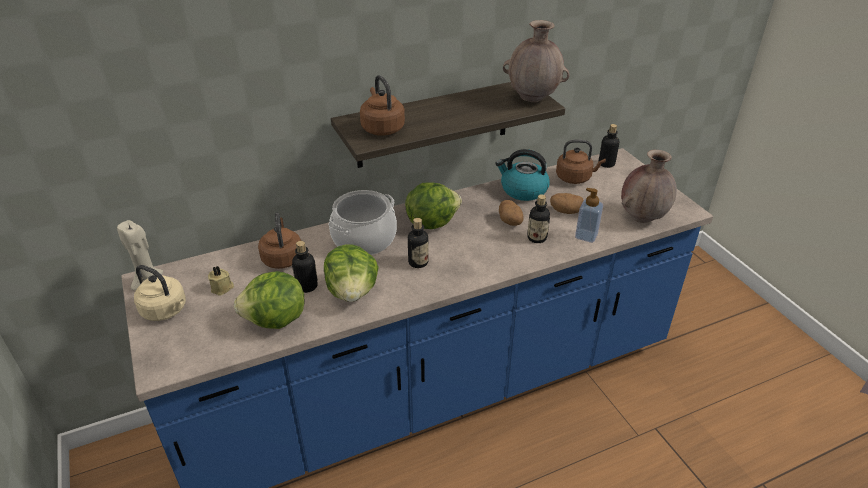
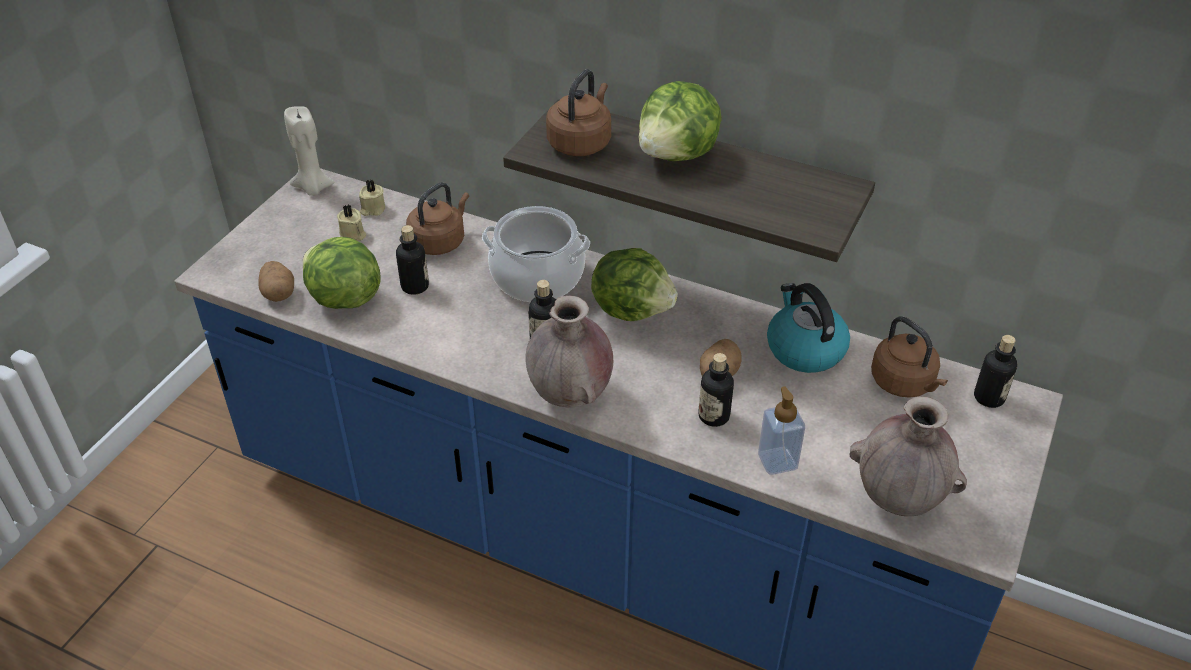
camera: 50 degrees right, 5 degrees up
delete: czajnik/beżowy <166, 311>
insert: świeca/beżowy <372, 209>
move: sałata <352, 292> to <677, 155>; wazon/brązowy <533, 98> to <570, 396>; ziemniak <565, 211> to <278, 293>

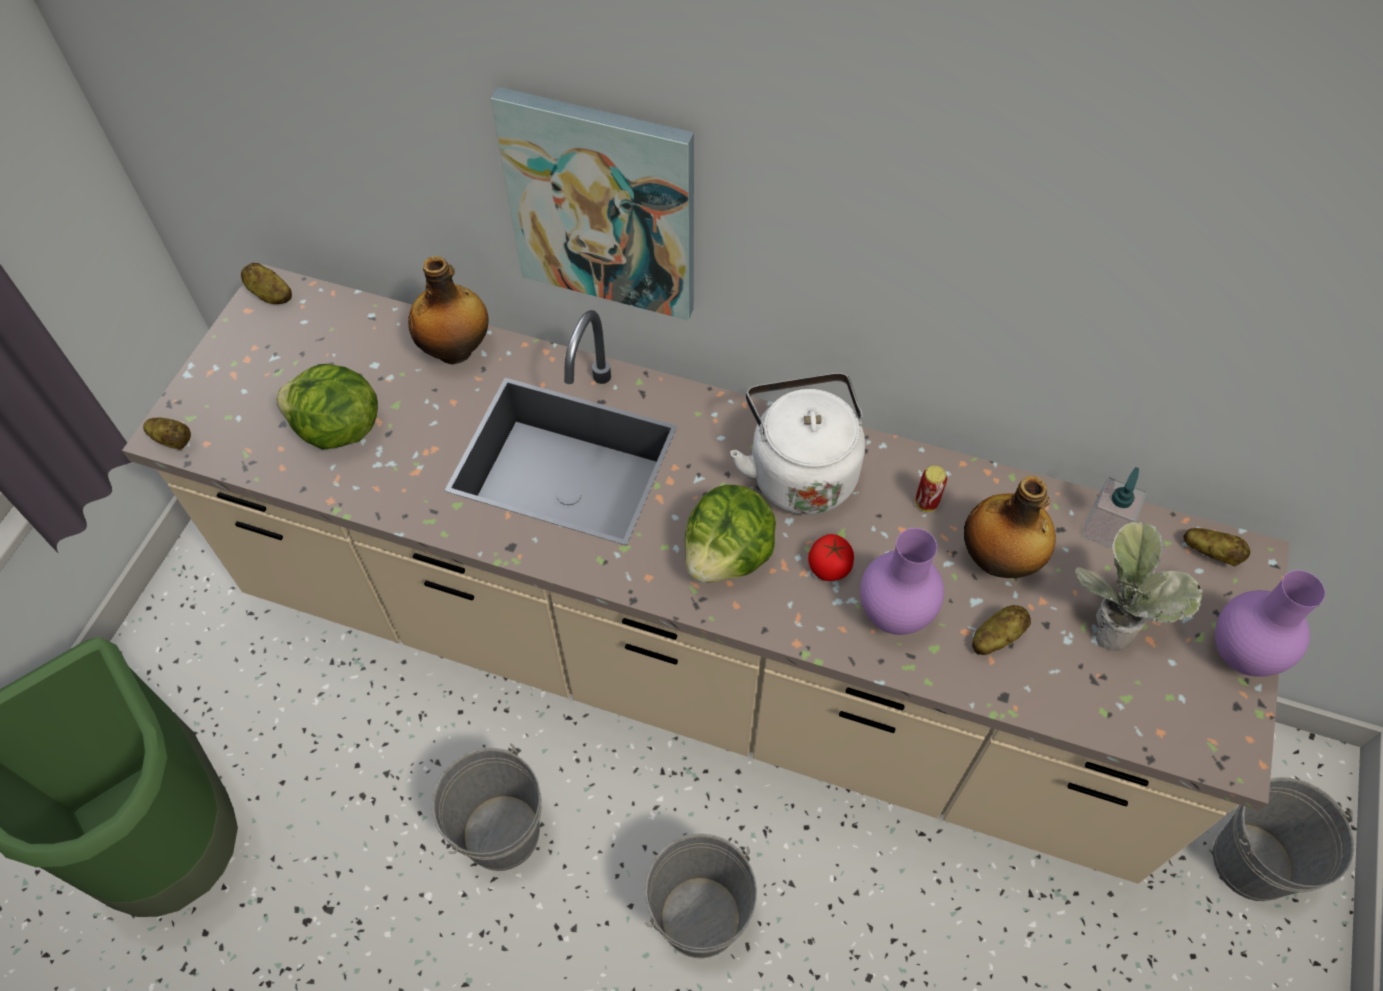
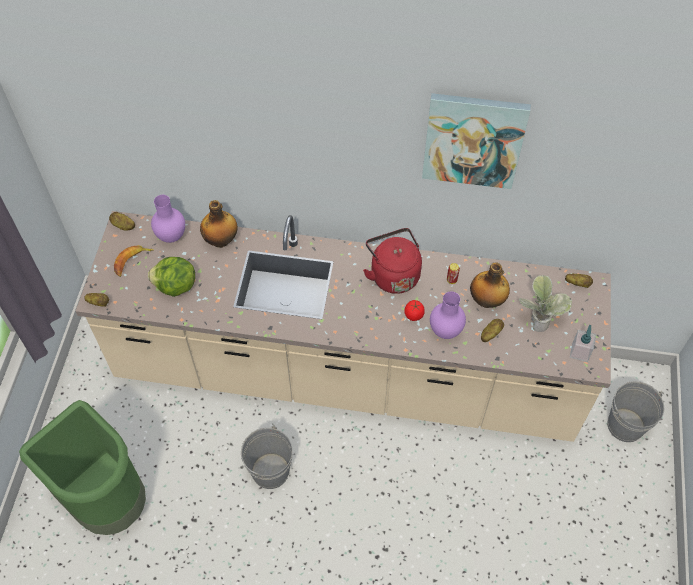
camera: 10 degrees left, 0 degrees up
delete: wiadro/szary <700, 917>; sałata <728, 555>
insert: banan <132, 262>
move: obraz <602, 205> to <473, 140>; dozownik mydła <1104, 528> to <579, 352>; wazon/fioletowy <1238, 654> to <171, 236>
recolor: czajnik/biały <800, 471> to czajnik/czerwony <393, 274>

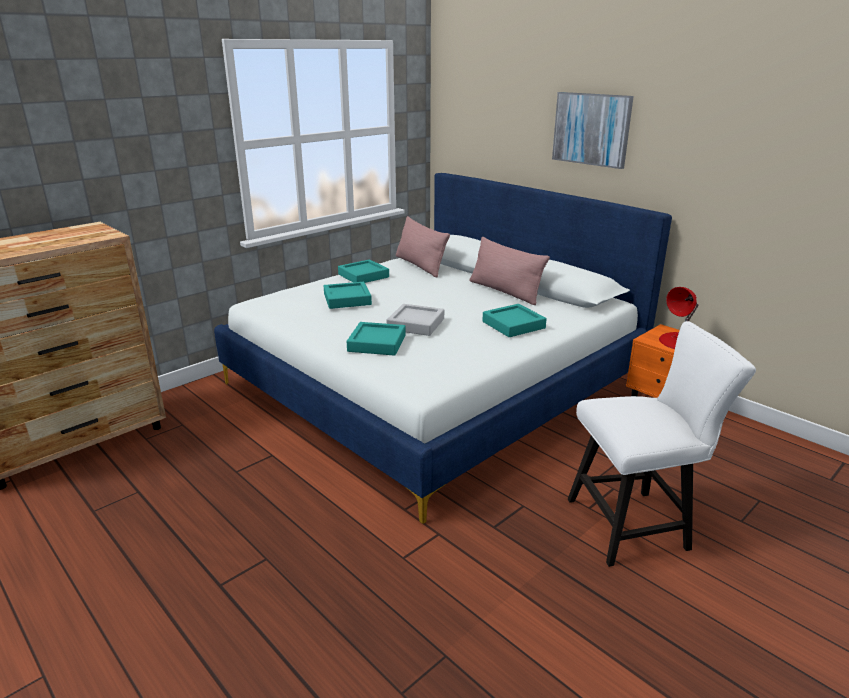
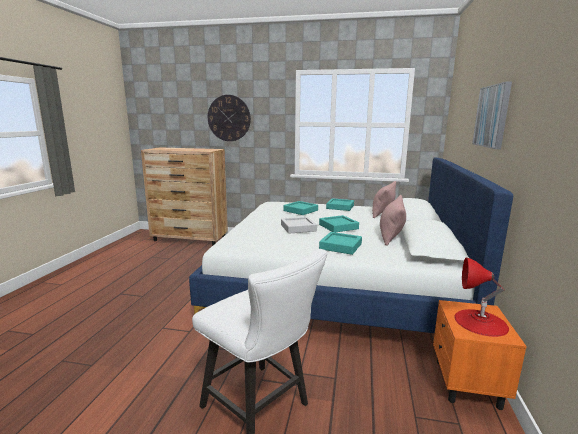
camera: 55 degrees right, 10 degrees down
insert: zegar ścienny <229, 118>
move: taca/turkusowy <377, 343> to <338, 227>

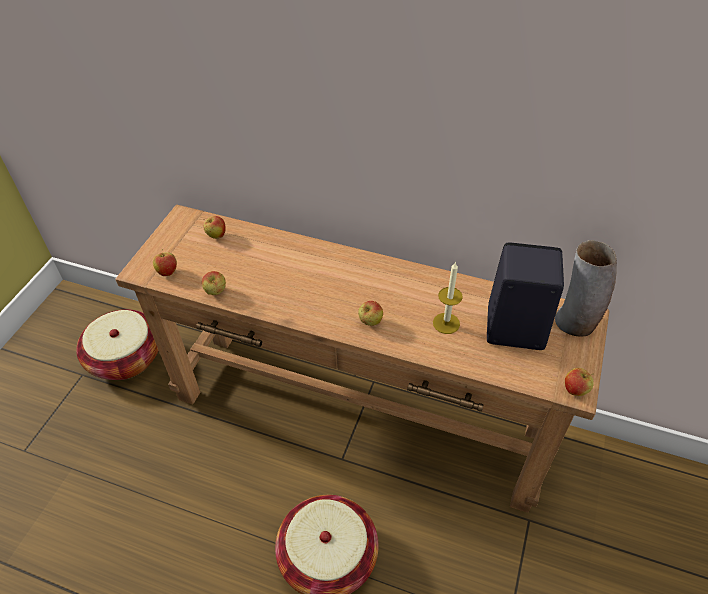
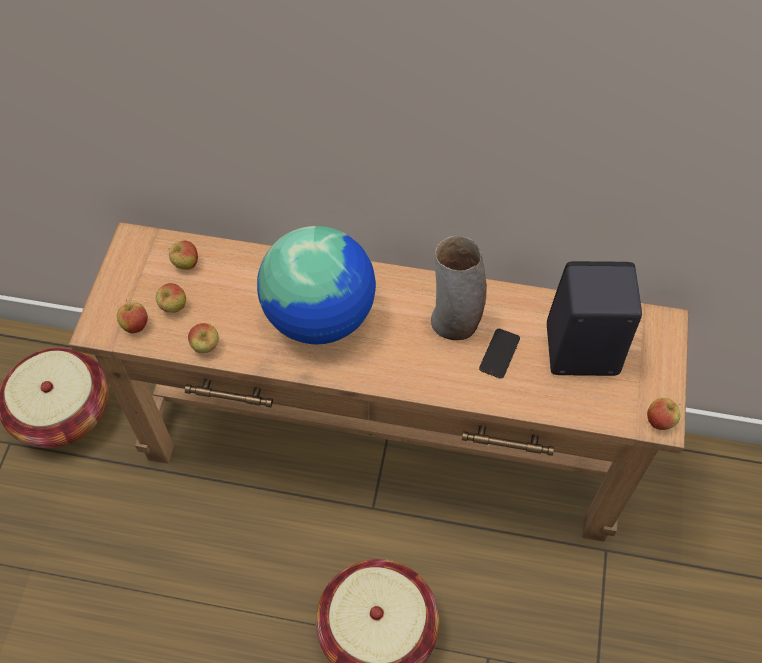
camera: 10 degrees left, 10 degrees up
insert: globus <320, 317>
move: jabłko <370, 322> to <173, 307>; wazon <575, 323> to <455, 323>
replace: świeca <446, 323> to telefon <499, 354>

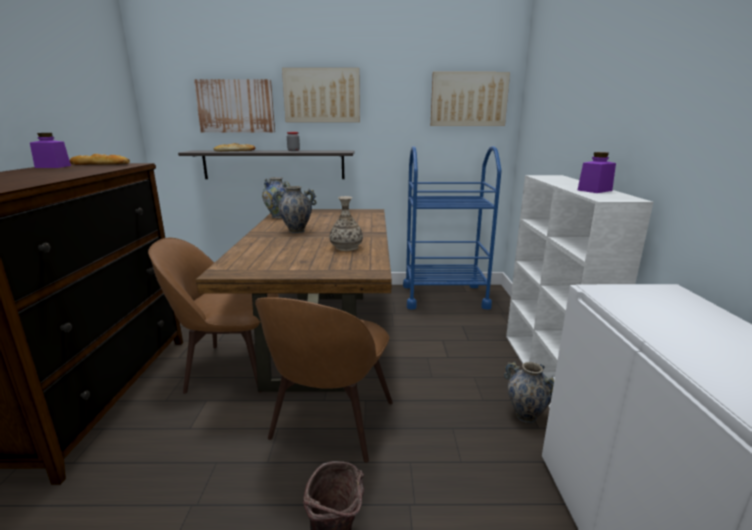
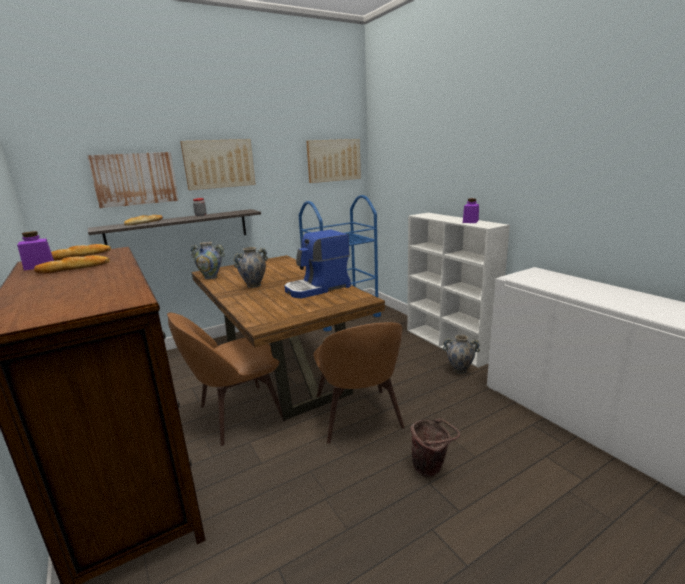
camera: 30 degrees left, 0 degrees up
insert: chleb <74, 268>
replace: wazon <346, 247> to ekspres do kawy <318, 288>

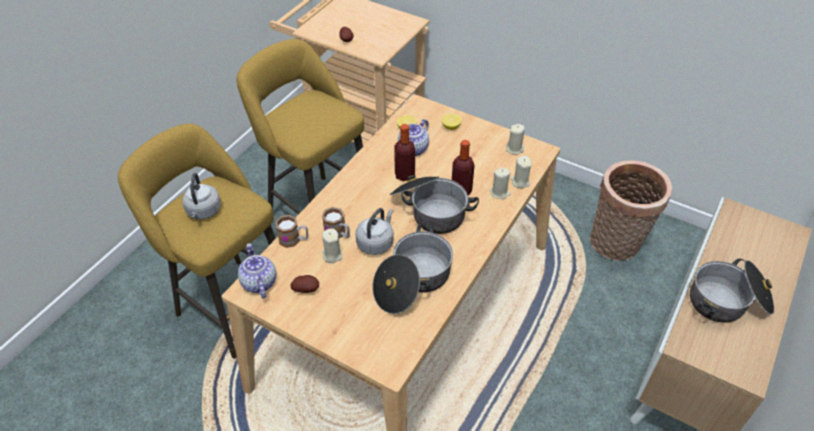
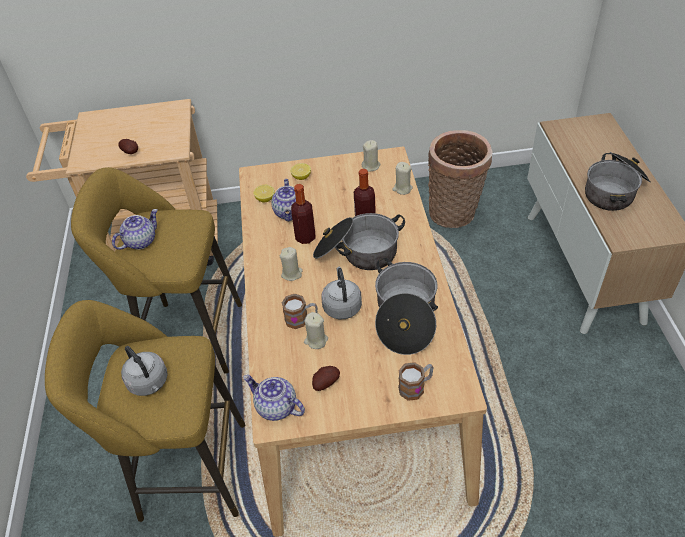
camera: 35 degrees left, 0 degrees up
insert: imbryk <141, 241>
move: kubek <294, 240> to <416, 387>; świeca/beżowy <499, 193> to <292, 274>

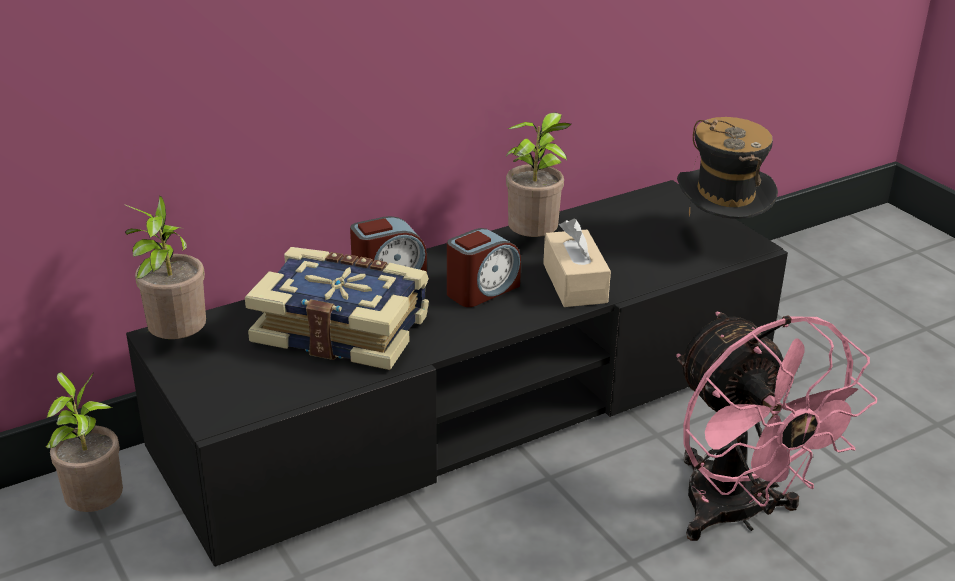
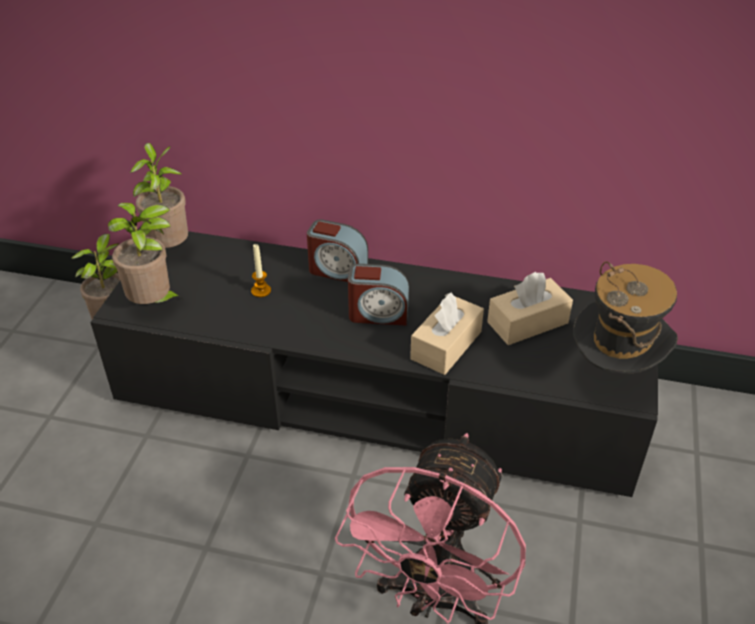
camera: 45 degrees right, 10 degrees up
insert: pudełko chusteczek/beżowy <527, 322>
move: roślina doniczkowa <534, 242> to <154, 304>
replace: książka <342, 328> to świeca <261, 291>

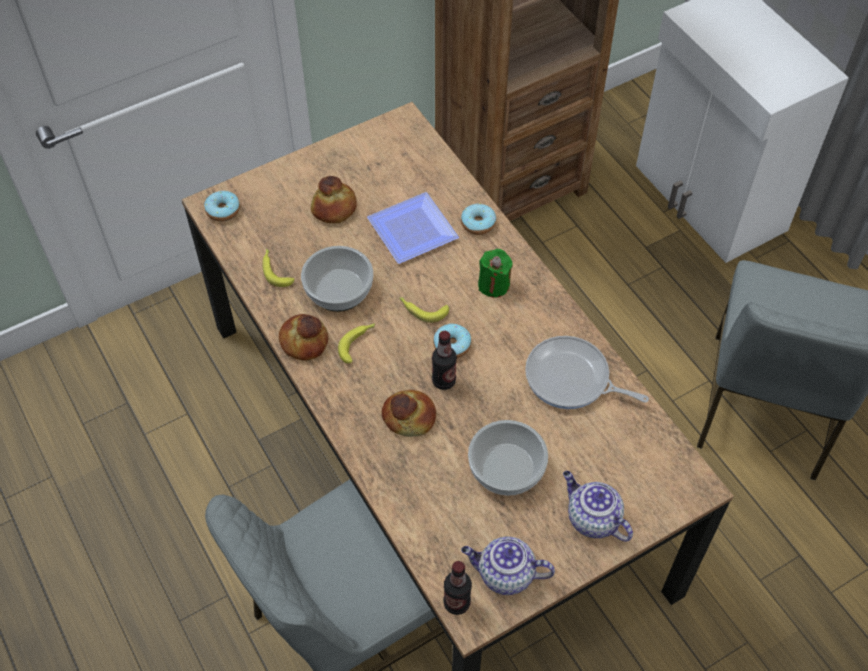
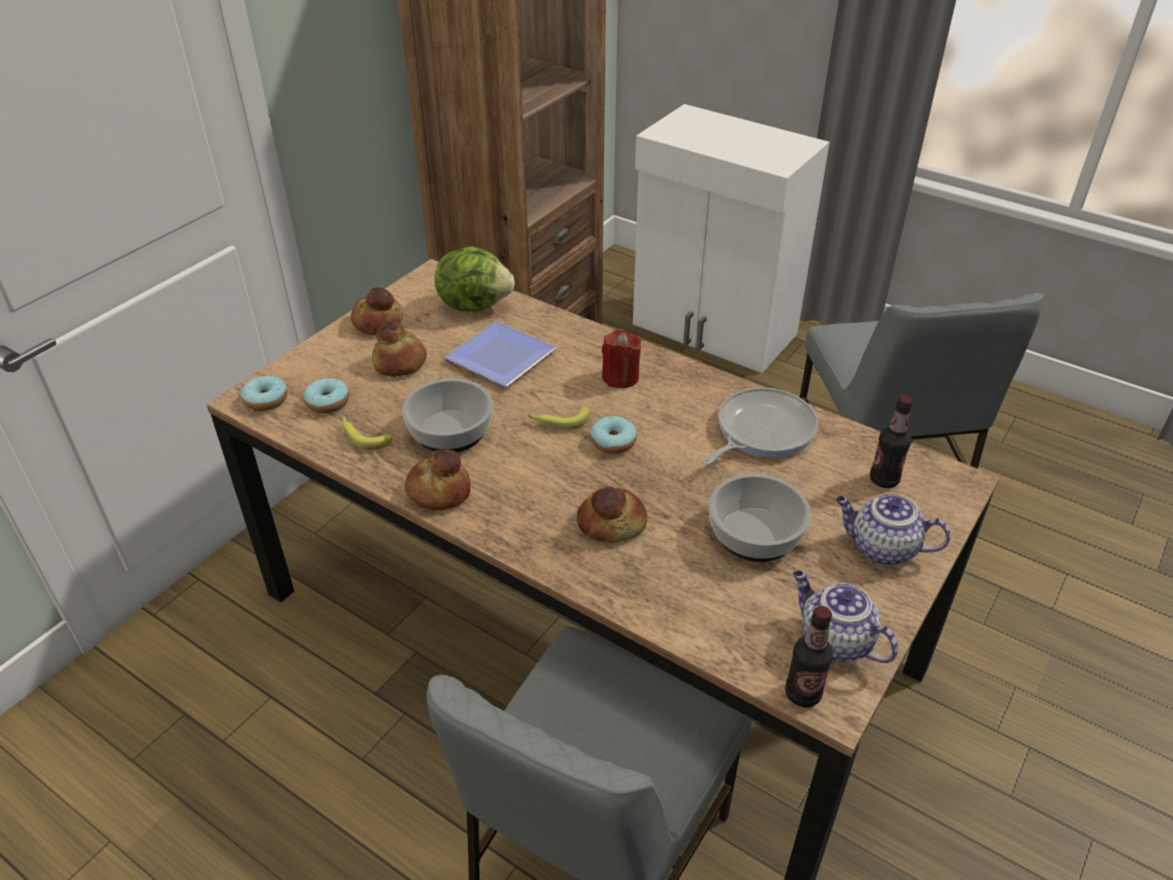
camera: 25 degrees left, 15 degrees down
delete: banan <358, 343>
insert: chleb <377, 322>; sałata <474, 304>
move: butelka <443, 381> to <884, 480>; donut <478, 223> to <328, 402>
recolor: świeca/zielony <494, 285> to świeca/czerwony <620, 377>
rotate: imbryk <504, 574> = <833, 640> 60 degrees clockwise; patelnia <571, 379> = <761, 431> 135 degrees clockwise

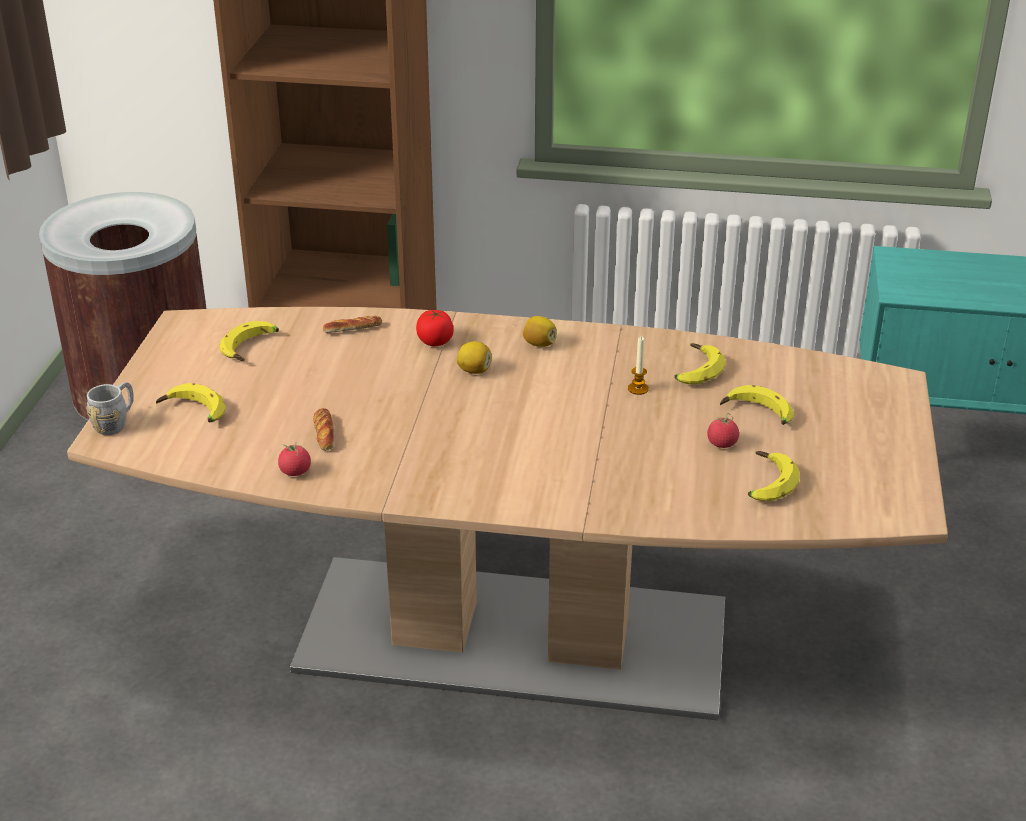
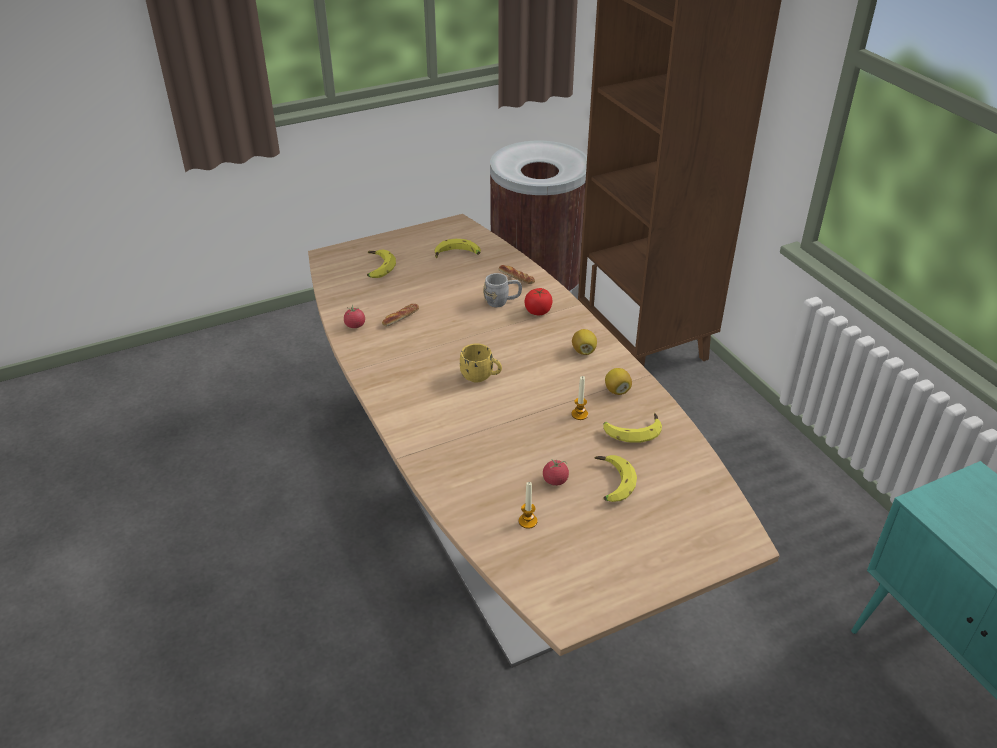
camera: 55 degrees right, 5 degrees up
insert: kubek/żółty <481, 377>
move: kubek/szary <116, 423> to <502, 301>; cytryna <474, 370> to <617, 390>
replace: banan <765, 483> to świeca <528, 521>

